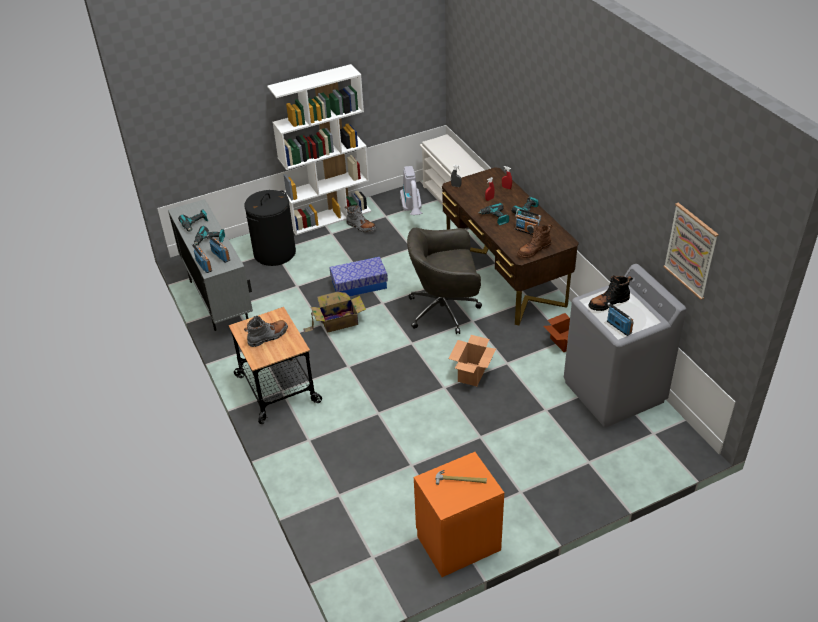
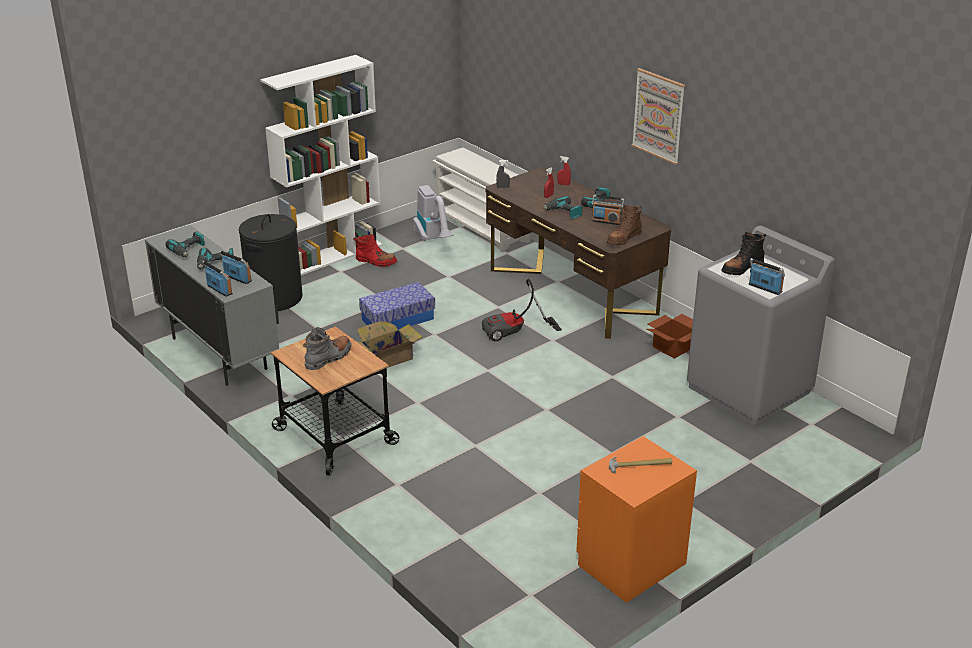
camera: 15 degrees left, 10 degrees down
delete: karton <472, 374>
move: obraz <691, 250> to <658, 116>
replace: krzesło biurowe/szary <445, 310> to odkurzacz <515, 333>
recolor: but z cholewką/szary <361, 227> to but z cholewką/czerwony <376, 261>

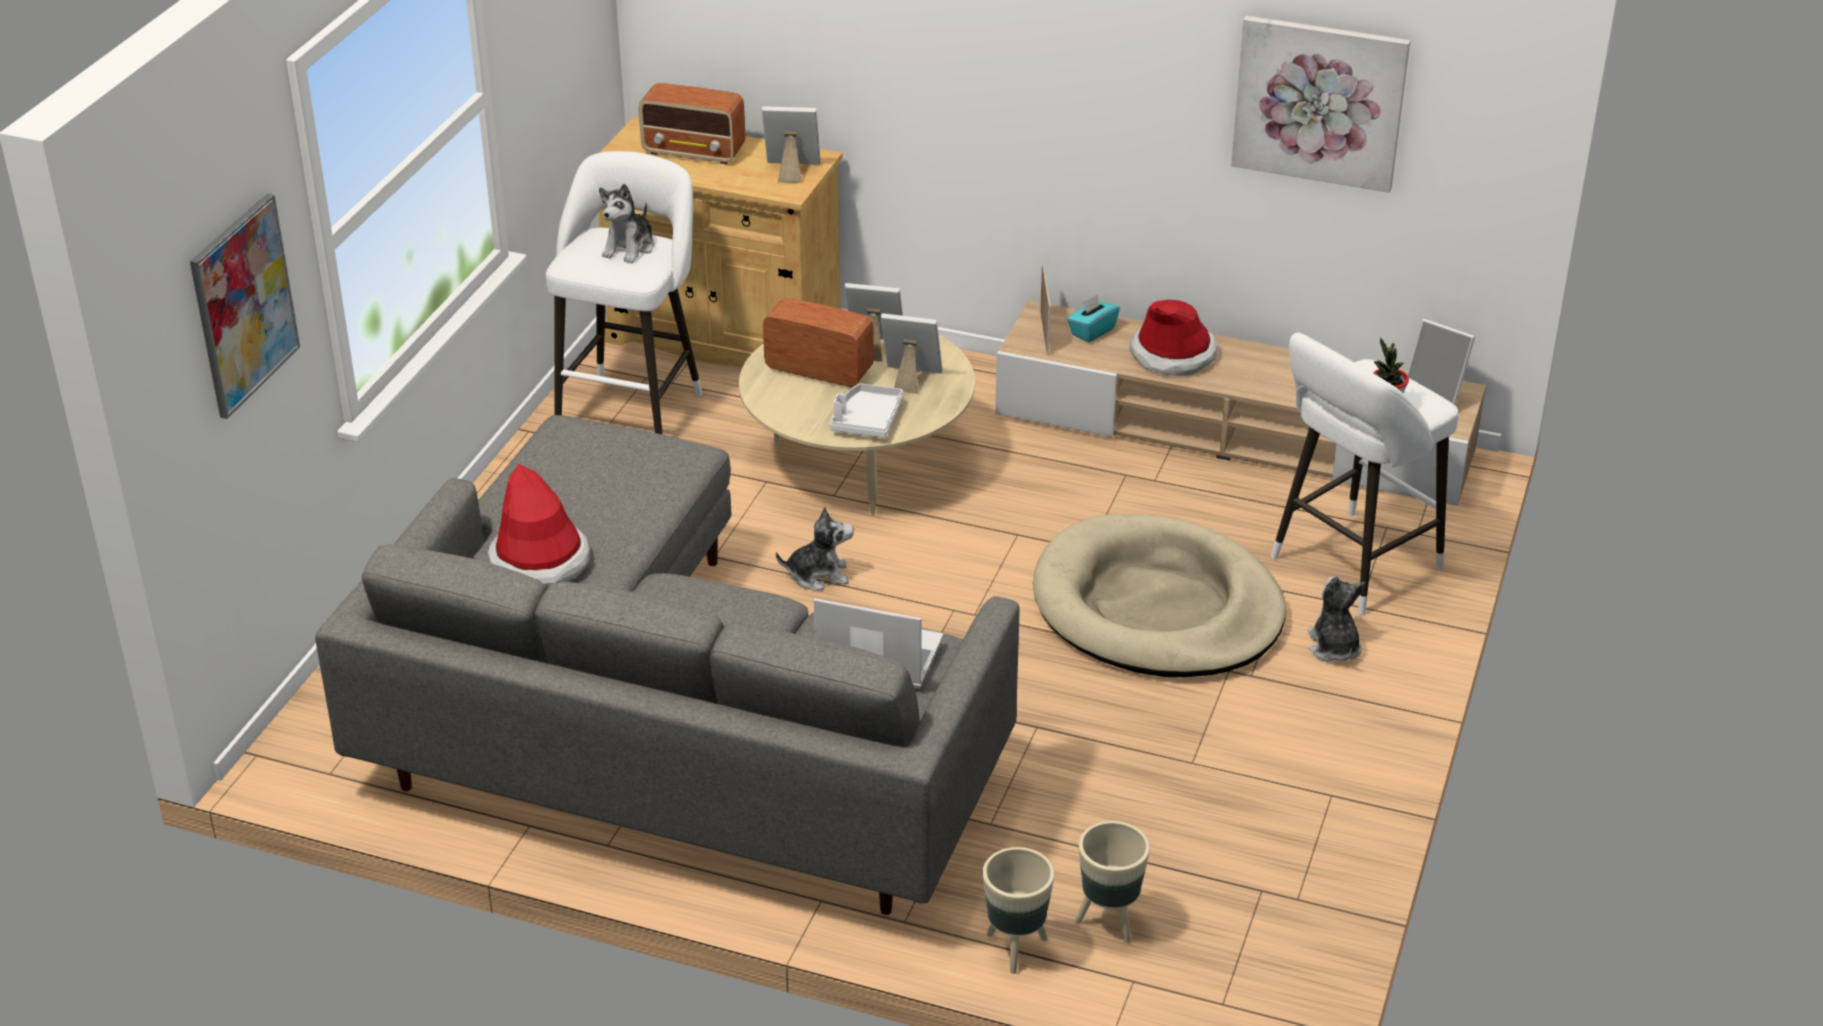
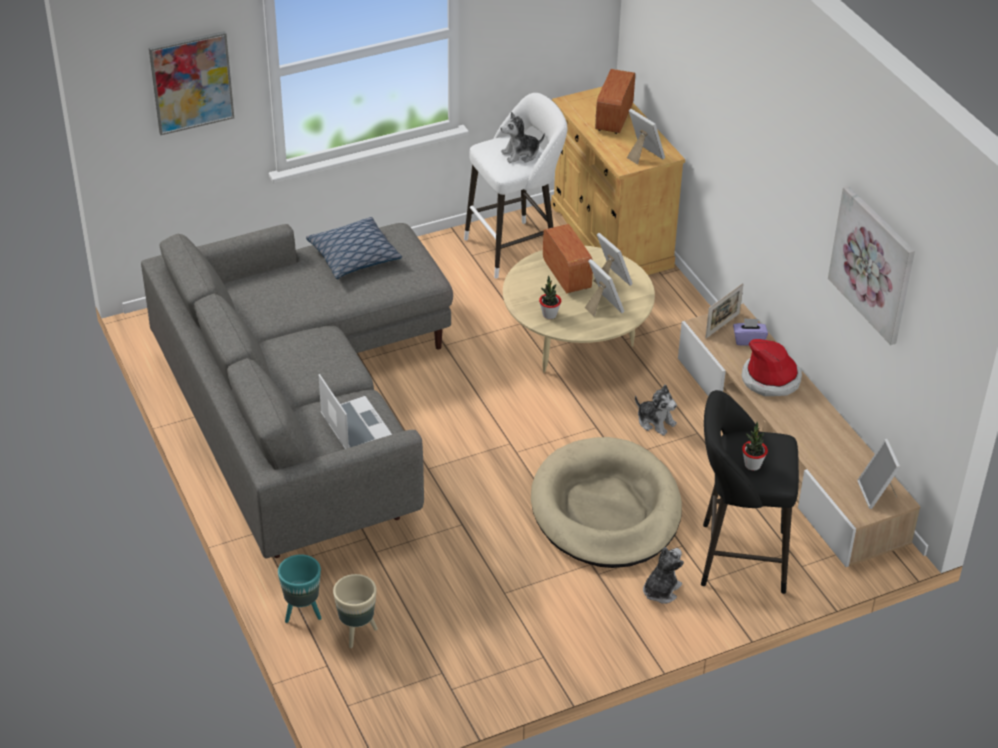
camera: 45 degrees right, 5 degrees up
delete: kapelusz <540, 561>
insert: poduszka <354, 257>
move: pluszak <818, 575> to <655, 422>
replace: taca/biały <866, 420> to roślina doniczkowa <549, 315>
recolor: donica/beżowy <1015, 949> to donica/turkusowy <302, 613>; pudełko chusteczek/turkusowy <1092, 331> to pudełko chusteczek/fioletowy <748, 340>; stołek/biały <1349, 566> to stołek/czarny <736, 557>
rotate: radio <695, 152> = <613, 118> 45 degrees clockwise

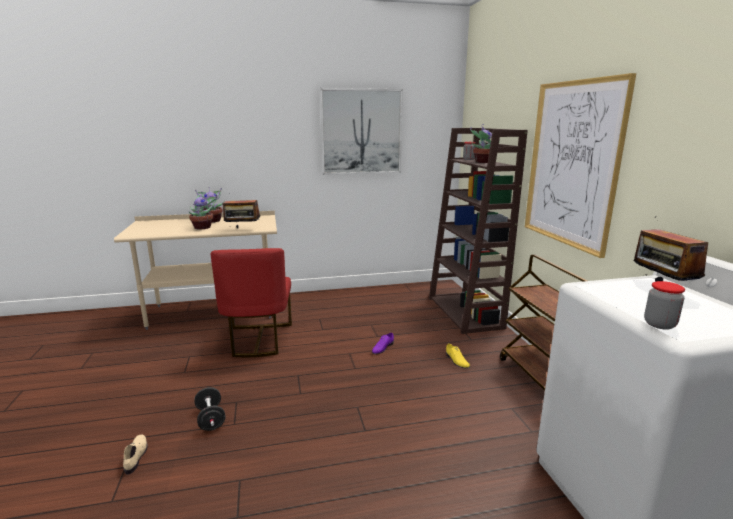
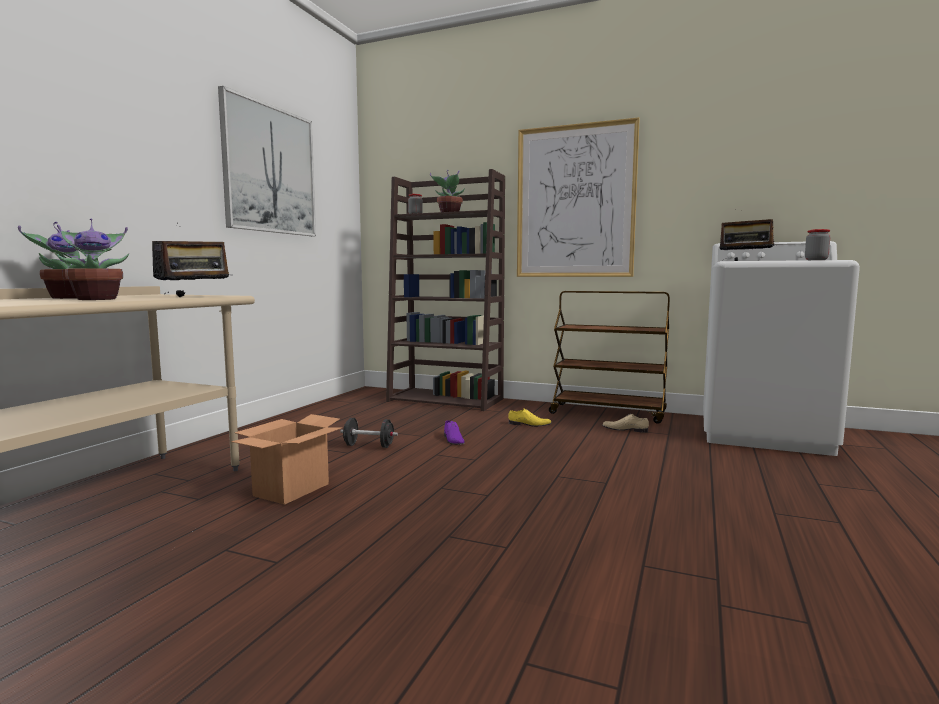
camera: 55 degrees left, 10 degrees down
move: but/beżowy <136, 455> to <625, 429>; hantel/czarny <210, 419> to <369, 446>
replace: krzesło/czerwony <258, 340> to karton <291, 490>

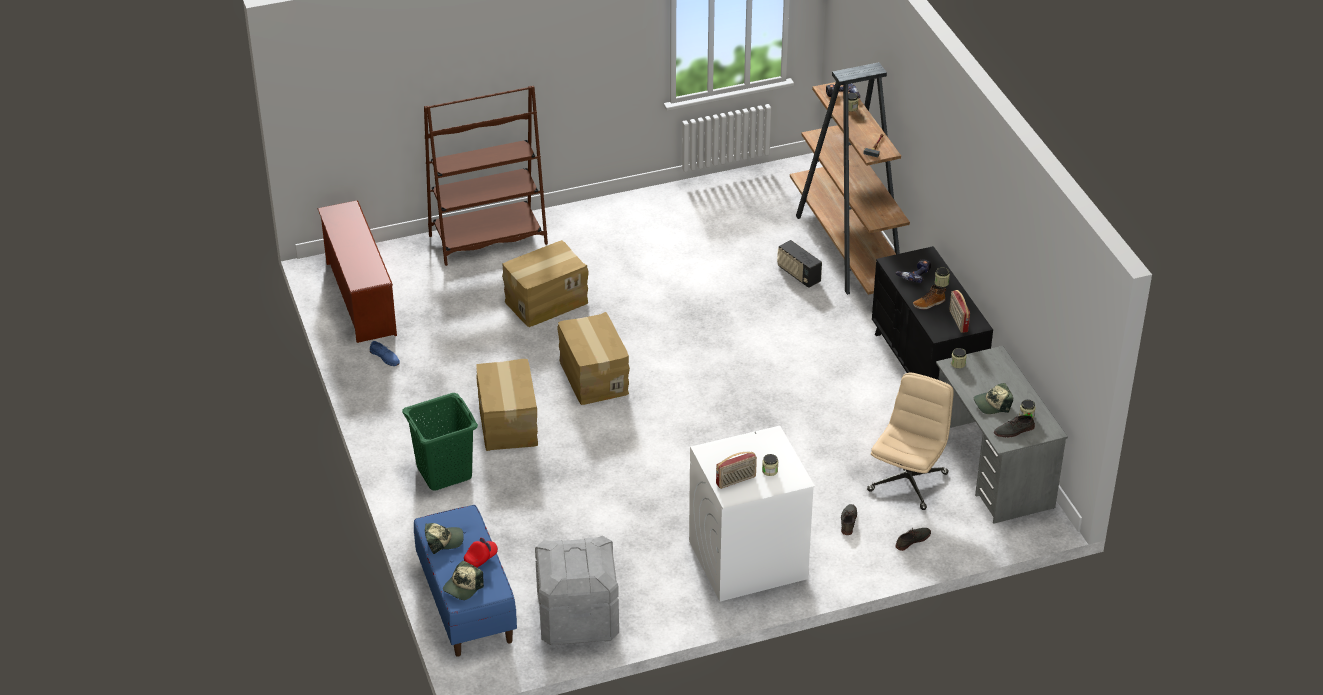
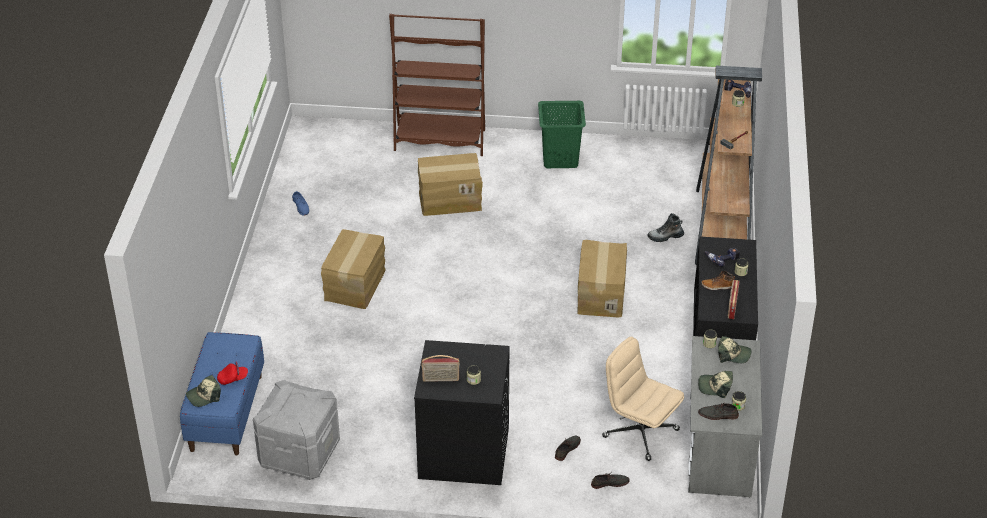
camera: 25 degrees right, 0 degrees up
delete: regał na buty/brązowy <359, 298>
move: kosz na pranie/zielony <443, 472> to <560, 158>; czapka z daszkiem <444, 540> to <733, 354>; karton <593, 377> to <600, 294>
replace: radio <798, 275> to but z cholewką <665, 237>
recolor: pralka/biały <747, 560> to pralka/czarny <463, 453>
rotate: krzesło biurowe/beżowy <908, 481> = <639, 433> 105 degrees counterclockwise

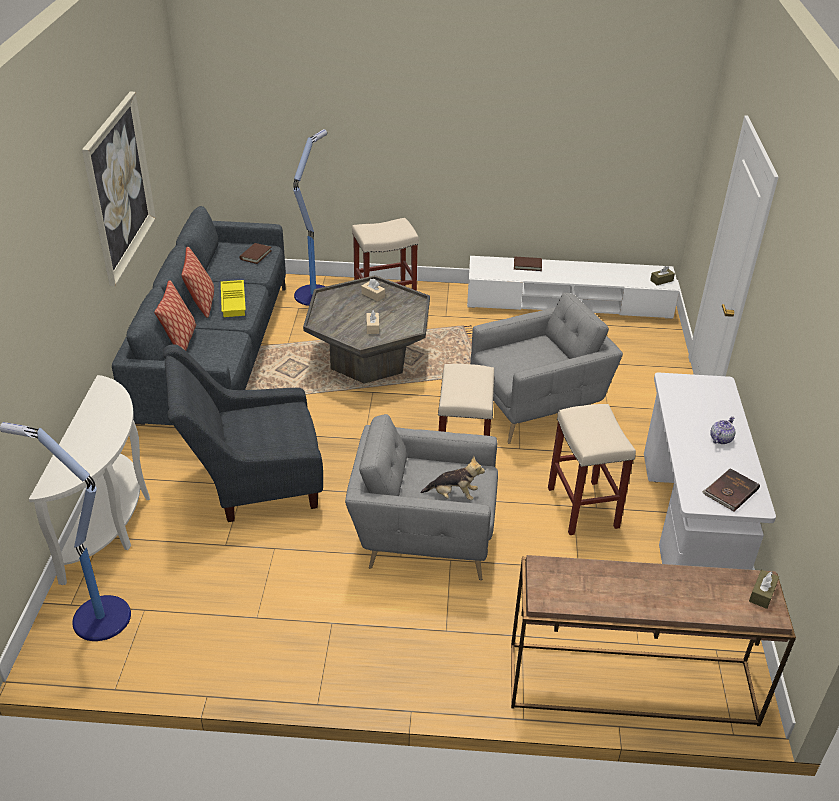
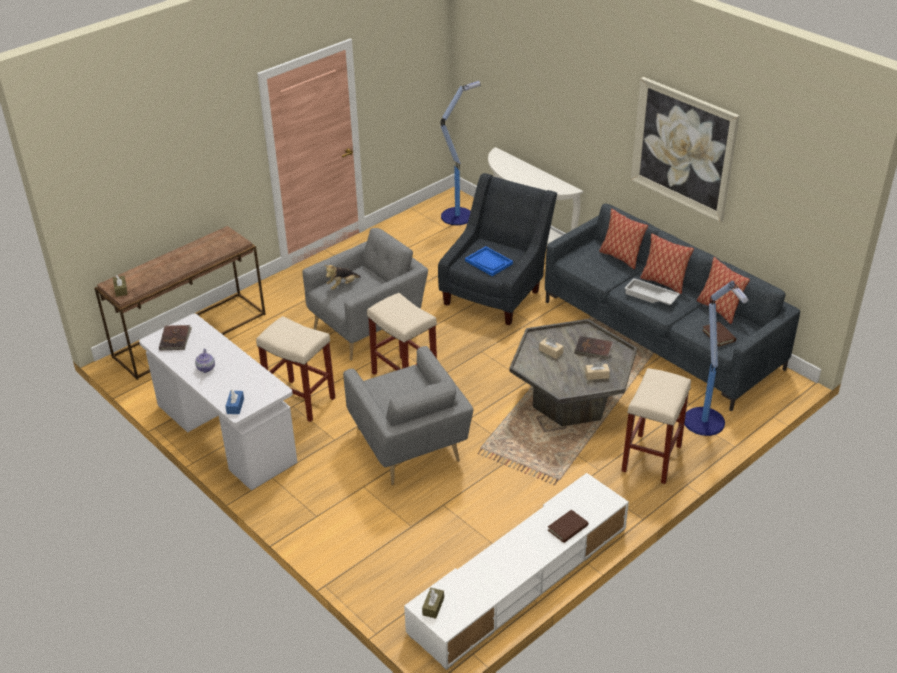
camera: 135 degrees right, 0 degrees up
insert: pudełko chusteczek/niebieski <235, 406>; taca/niebieski <489, 262>; książka/brązowy <593, 349>; poduszka <718, 309>
recolor: taca/żółty <234, 302> to taca/biały <650, 296>
rotate: fotel/szary <537, 408> = <409, 448> 45 degrees counterclockwise

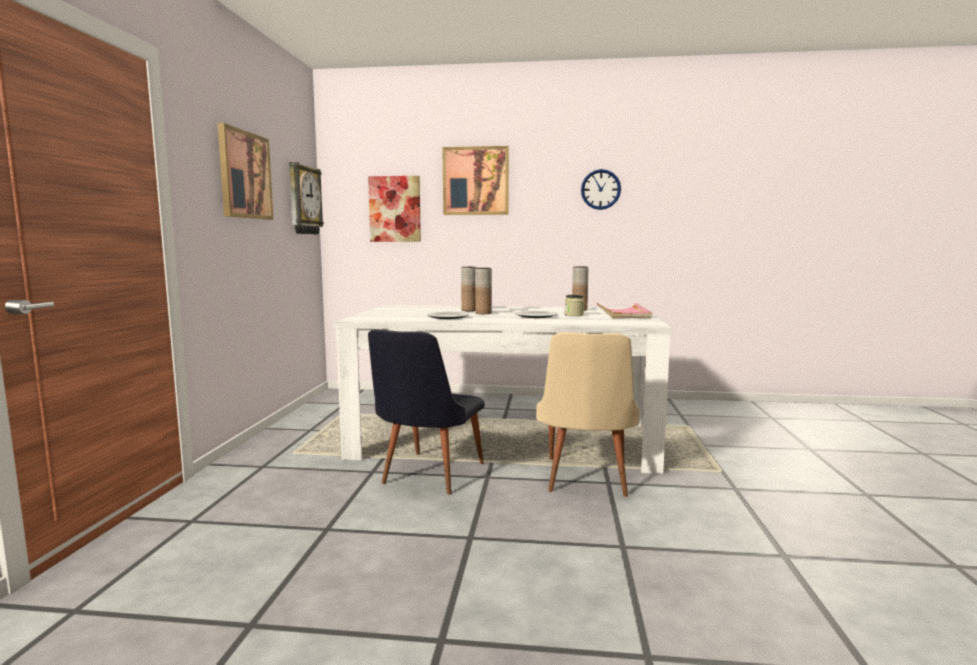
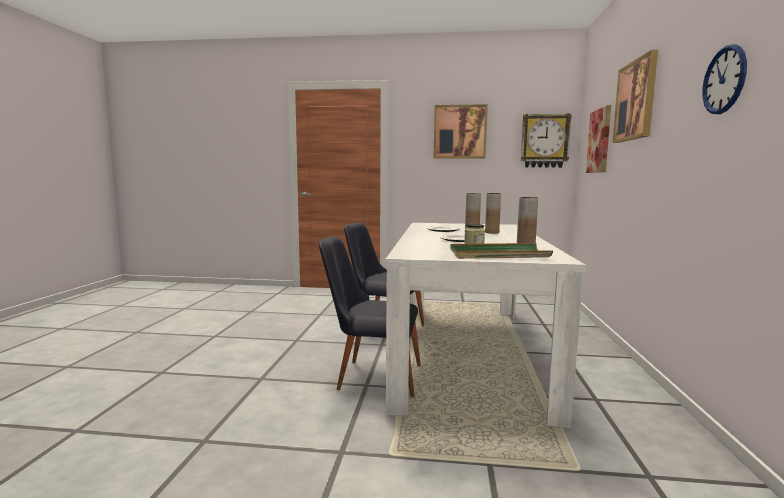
camera: 90 degrees right, 0 degrees up
recolor: krzesło/beżowy <585, 481> to krzesło/czarny <371, 376>; taca/różowy <623, 314> to taca/zielony <497, 255>

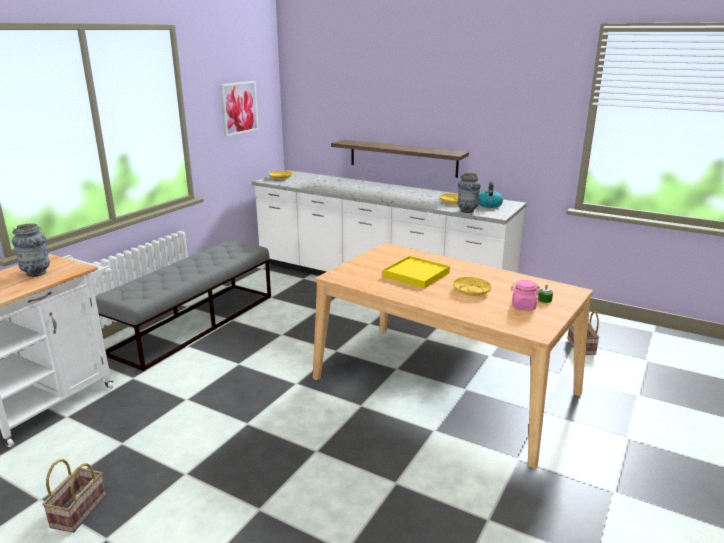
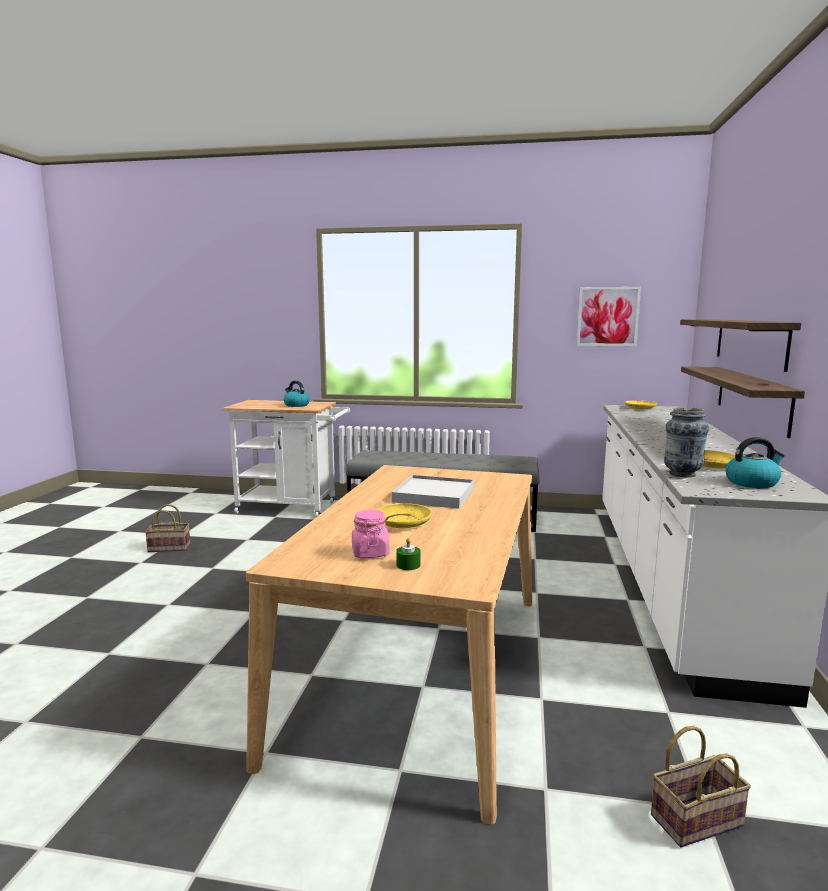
camera: 70 degrees right, 10 degrees down
insert: półka <750, 342>
replace: wazon <36, 273> to czajnik <296, 405>
recolor: taca/żółty <416, 274> to taca/biały <434, 495>

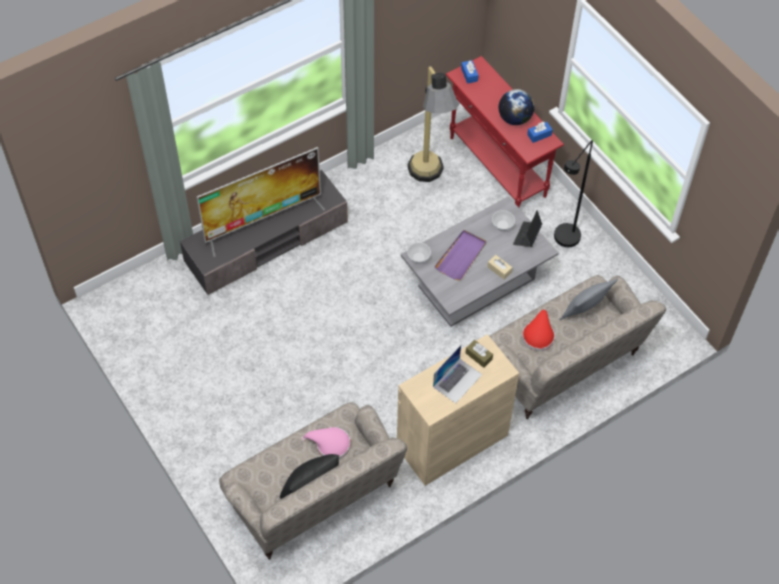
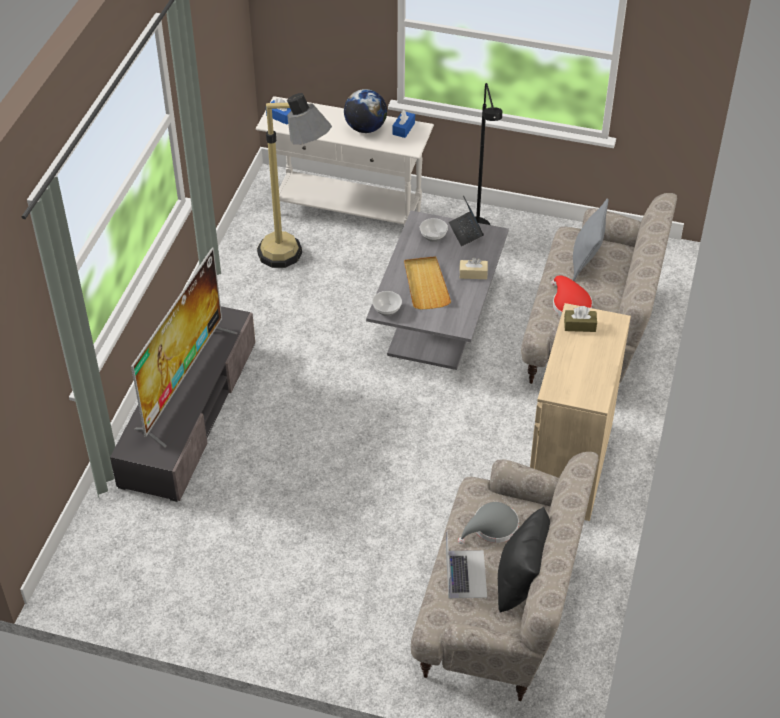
camera: 40 degrees left, 10 degrees down
move: laptop <457, 380> to <465, 574>
recolor: kapelusz/różowy <330, 444> to kapelusz/szary <492, 528>; taca/fioletowy <461, 256> to taca/beżowy <425, 284>; stolik konsolowy/czerwony <497, 167> to stolik konsolowy/biały <348, 213>

